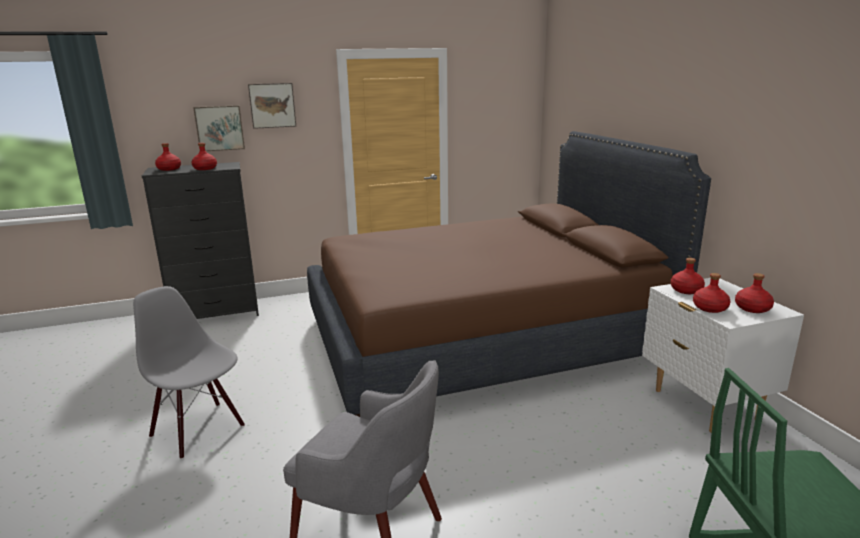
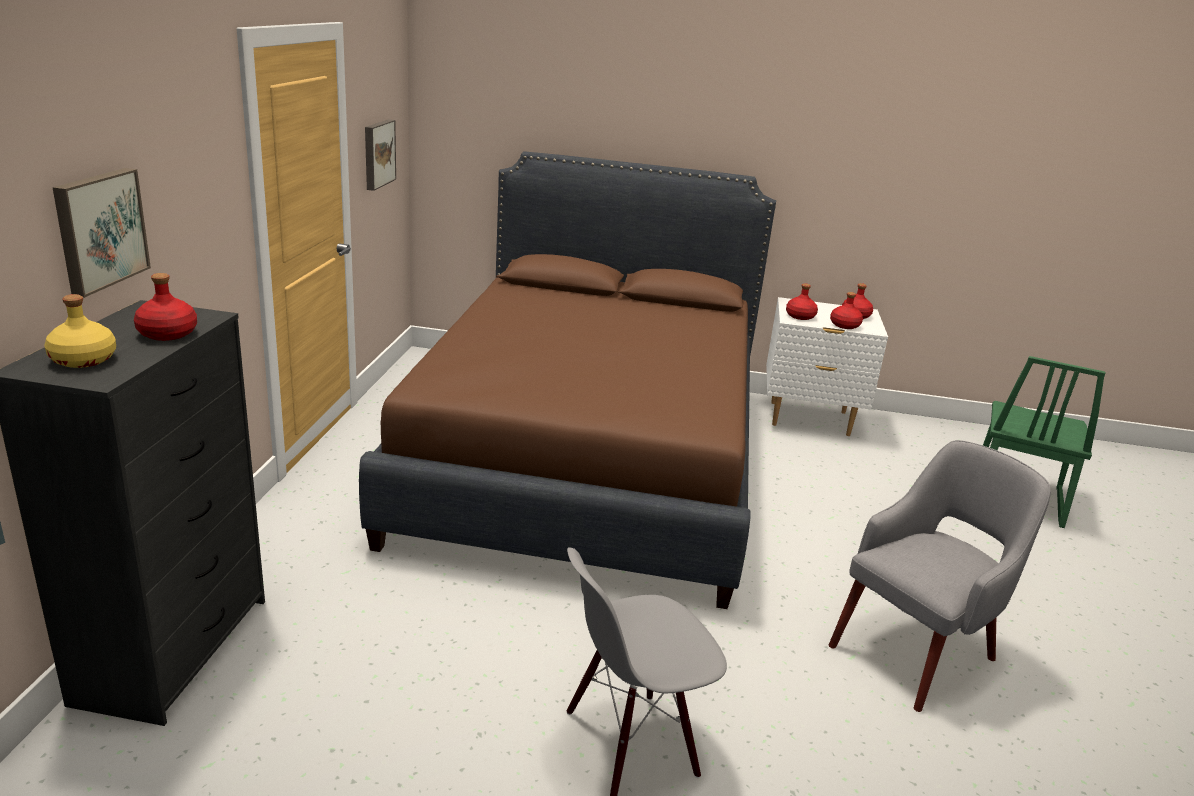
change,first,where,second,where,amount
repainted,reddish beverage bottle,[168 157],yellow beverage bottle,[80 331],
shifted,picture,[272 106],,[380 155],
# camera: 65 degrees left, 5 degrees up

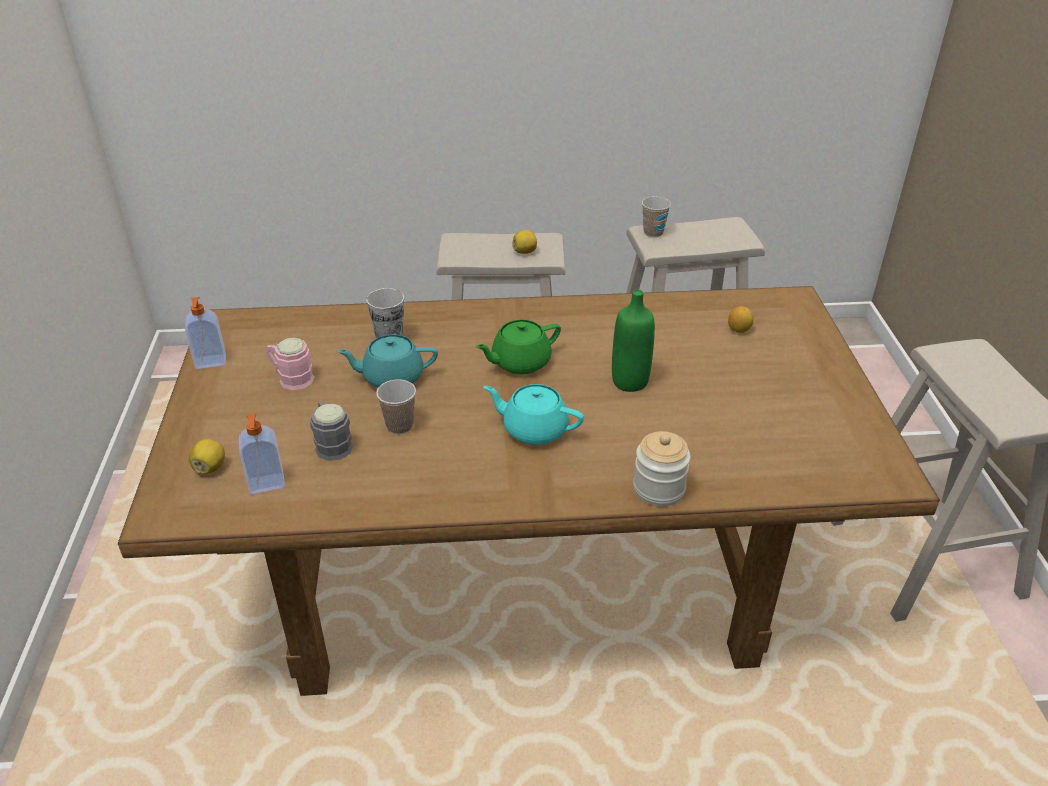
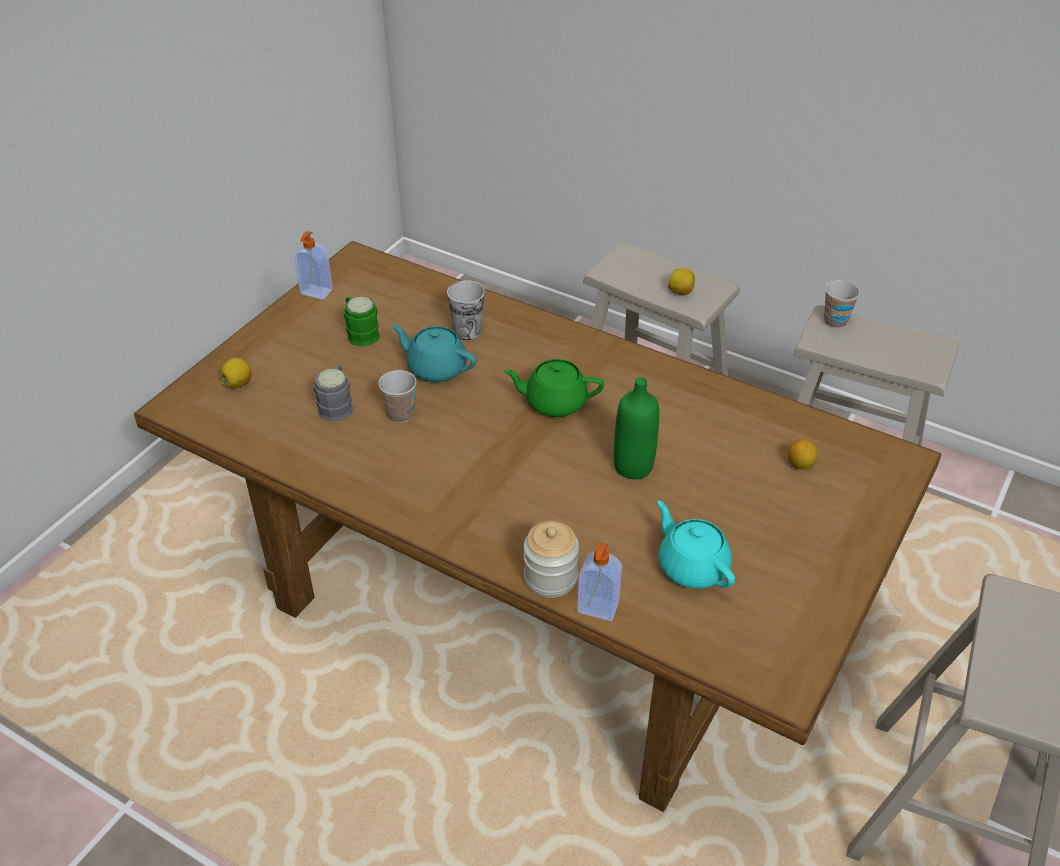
change,first,where,second,where,amount
repainted,pinkish mug,[289 363],green-coloured mug,[362 321],
shifted,soap dispenser,[262 453],,[599 581],
shifted,turquoise-coloured tea pot,[533 414],,[696 544],
# camera: 35 degrees right, 5 degrees up

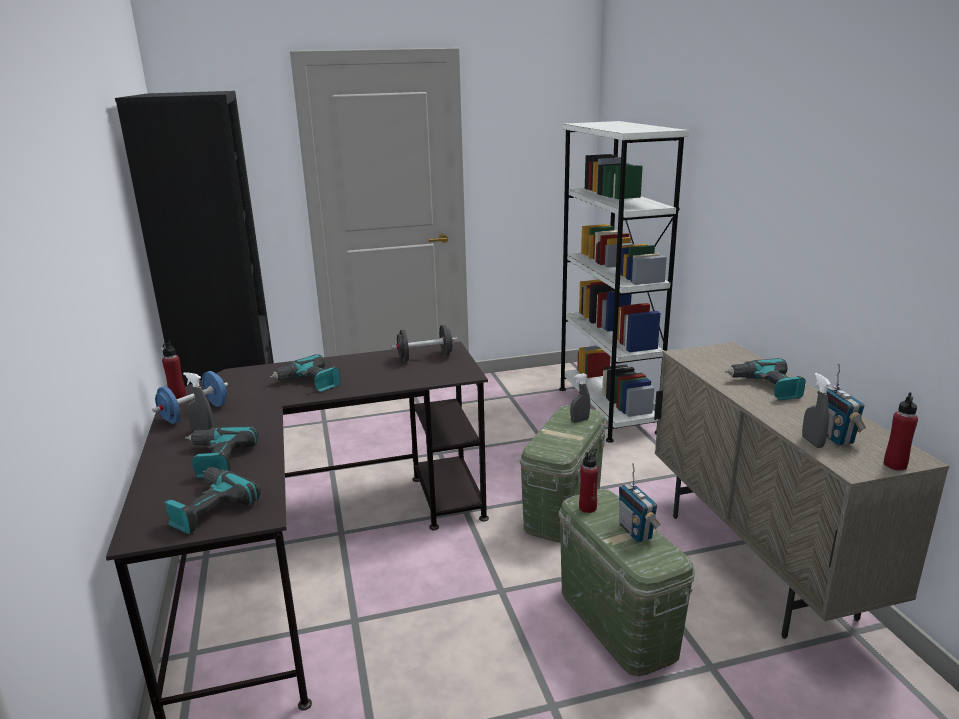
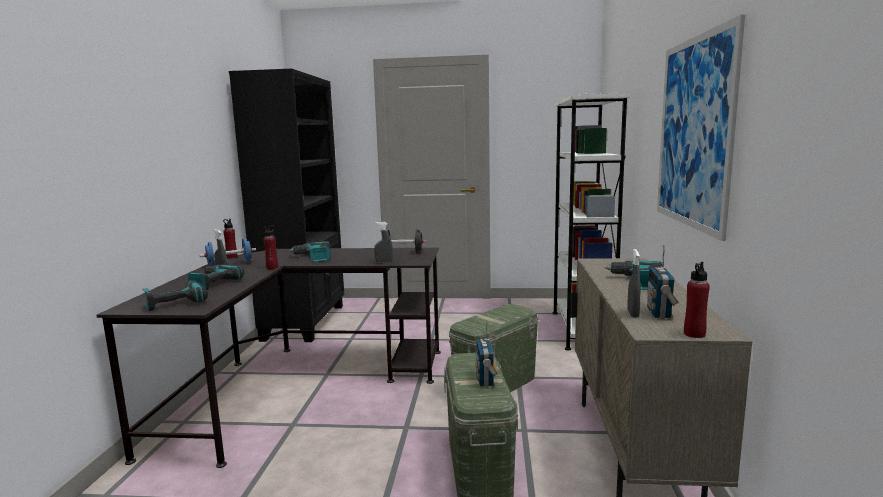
change,first,where,second,where,amount
shifted,reddish beverage bottle,[588 480],,[271 247],
shifted,greyish spray bottle,[580 398],,[383 242],
new,,,picture,[701 127],
# camera: 20 degrees right, 10 degrees down

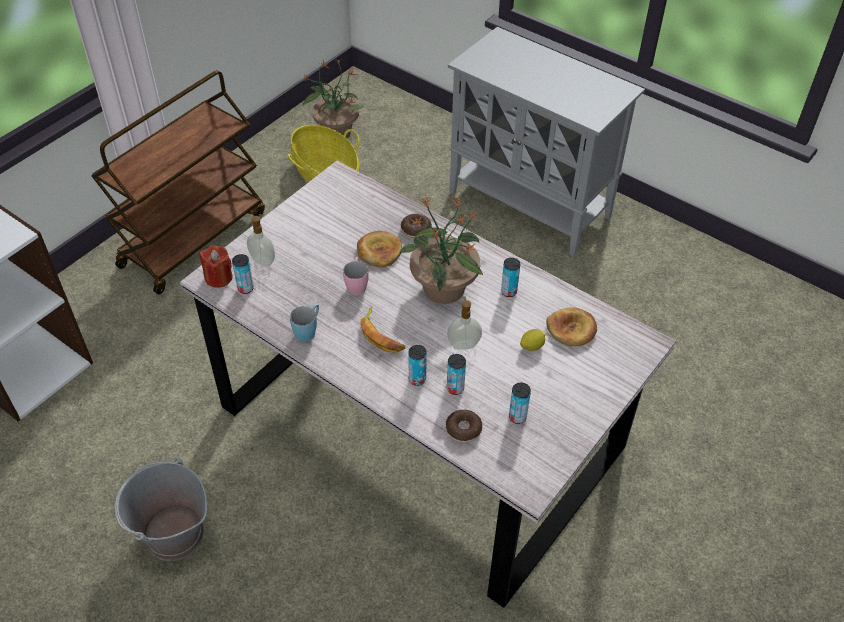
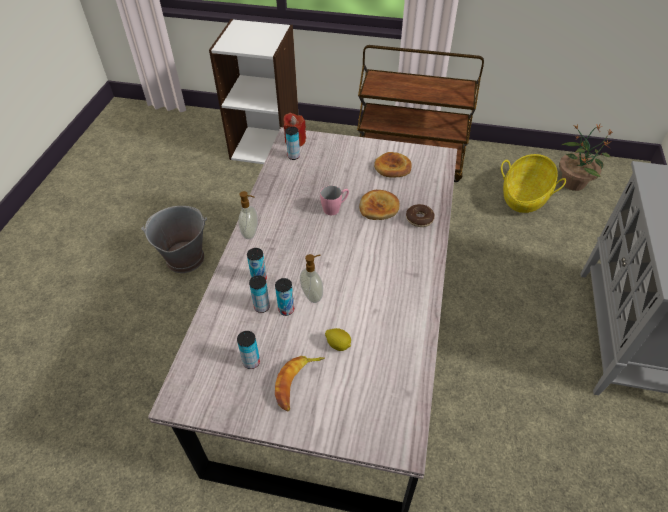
change,first,where,second,where,amount
shifted,soap dispenser,[261 240],,[248 215],
shifted,sealed can,[510 277],,[284 297],
shifted,whole banana,[382 330],,[300 384],
shifted,bakery bread,[571 326],,[393 165],
gone,bluish mug,[304 323],,,
gone,houseplant,[441 250],,,
gone,ring doughnut,[464 426],,,
# camera: 65 degrees right, 0 degrees up

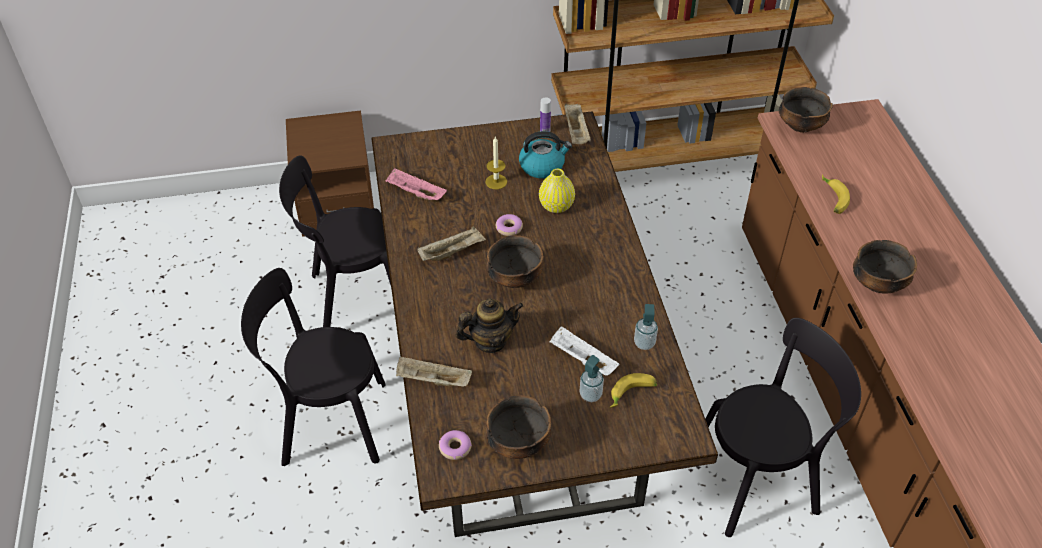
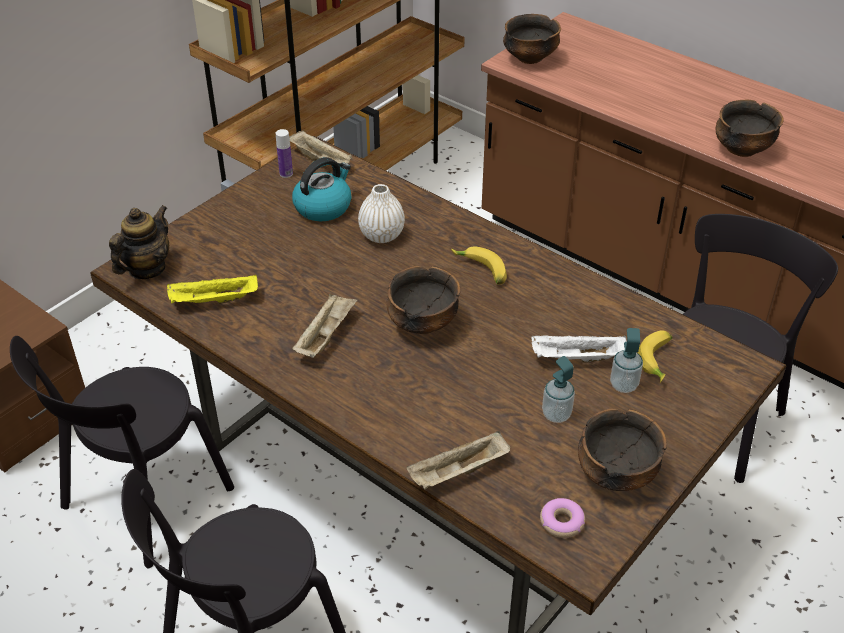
change,first,where,second,where,amount
shifted,tea pot,[489 325],,[139 242],
repainted,pinkish carrying tray,[416 184],yellow carrying tray,[212 289],
repainted,yellow vase,[557 191],white vase,[381 213],
shifted,whole banana,[836 194],,[479 265],
shifted,soap dispenser,[646 327],,[558 389],
gone,candle,[496 163],,,
gone,ring doughnut,[509 225],,,
# camera: 40 degrees left, 5 degrees down

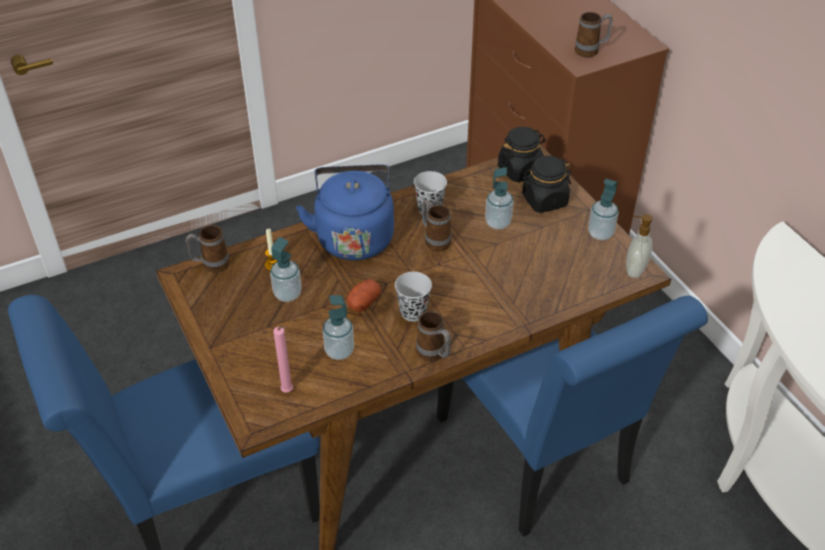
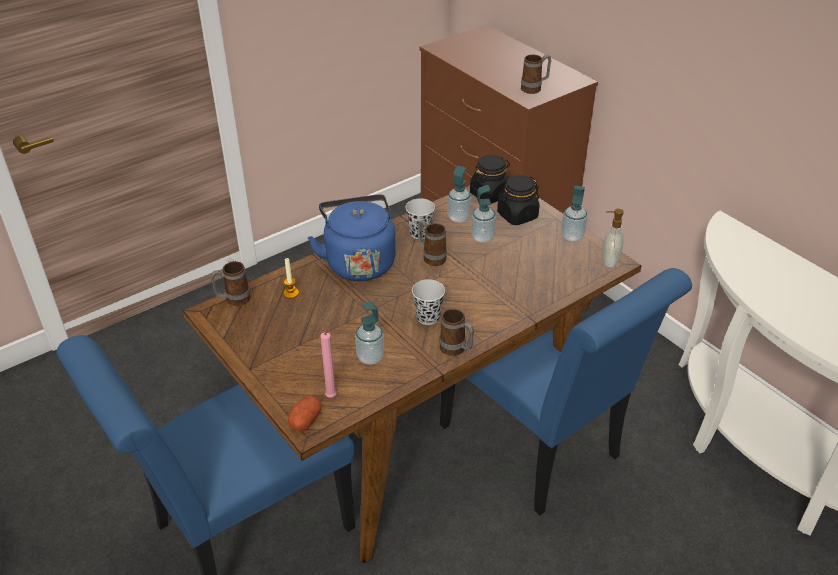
change,first,where,second,where,amount
shifted,potato,[364 295],,[305 413],
shifted,soap dispenser,[286 269],,[459 194],
# camera: 10 degrees left, 5 degrees down

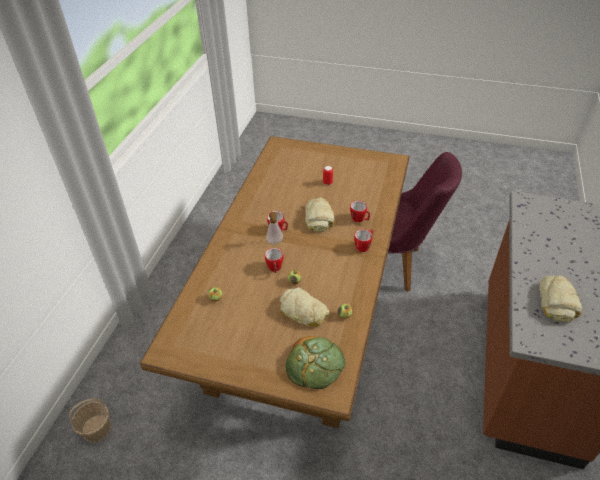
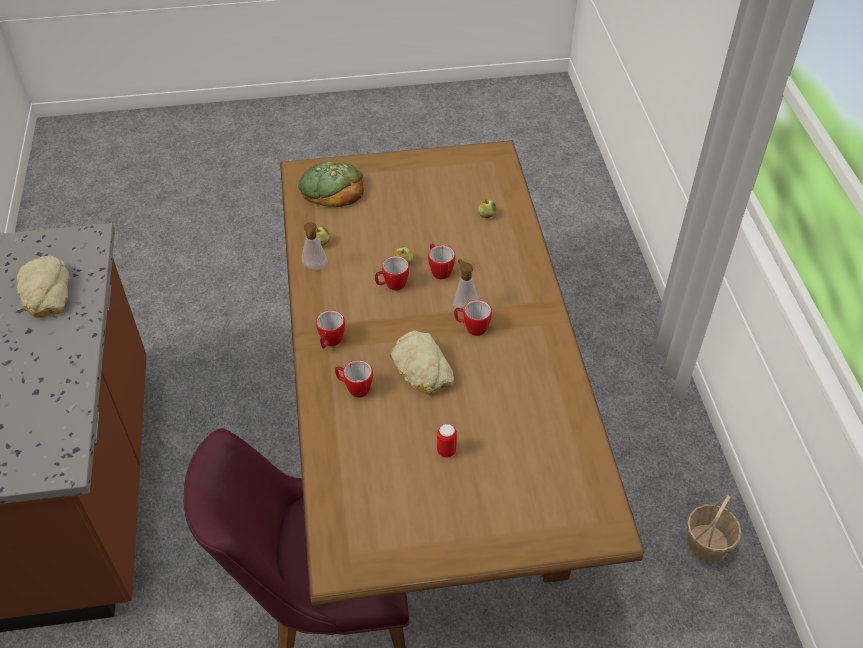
change,first,where,second,where,amount
new,,,soap dispenser,[314 246],
new,,,mug,[392 273],
shifted,storage basket,[90 420],,[713 529],
gone,bakery bread,[304 306],,,
# camera: 155 degrees right, 5 degrees up

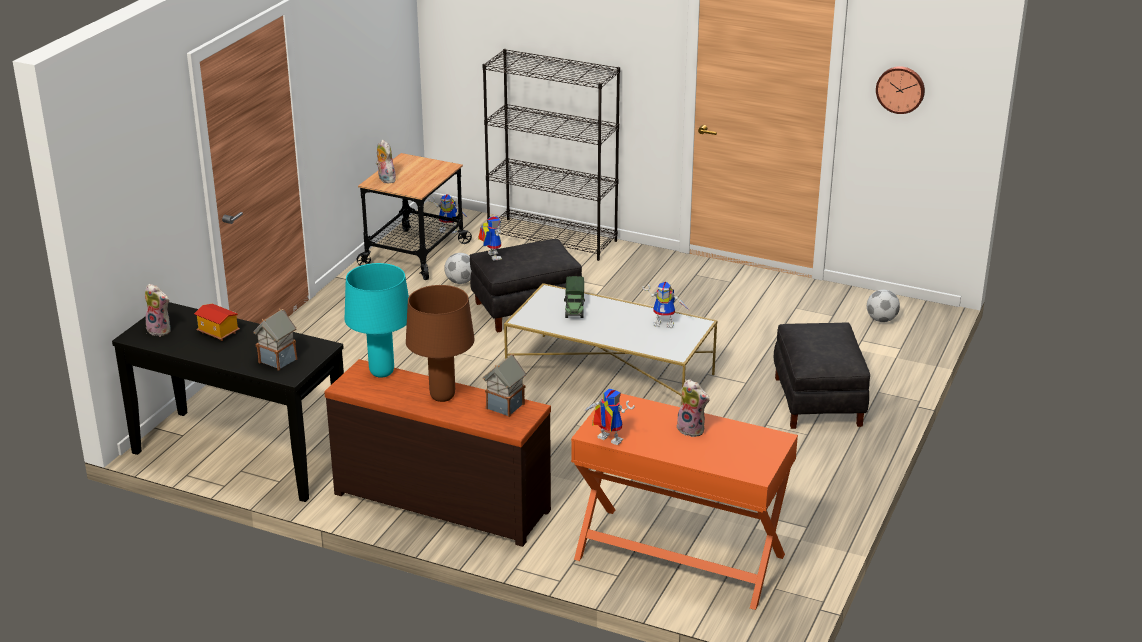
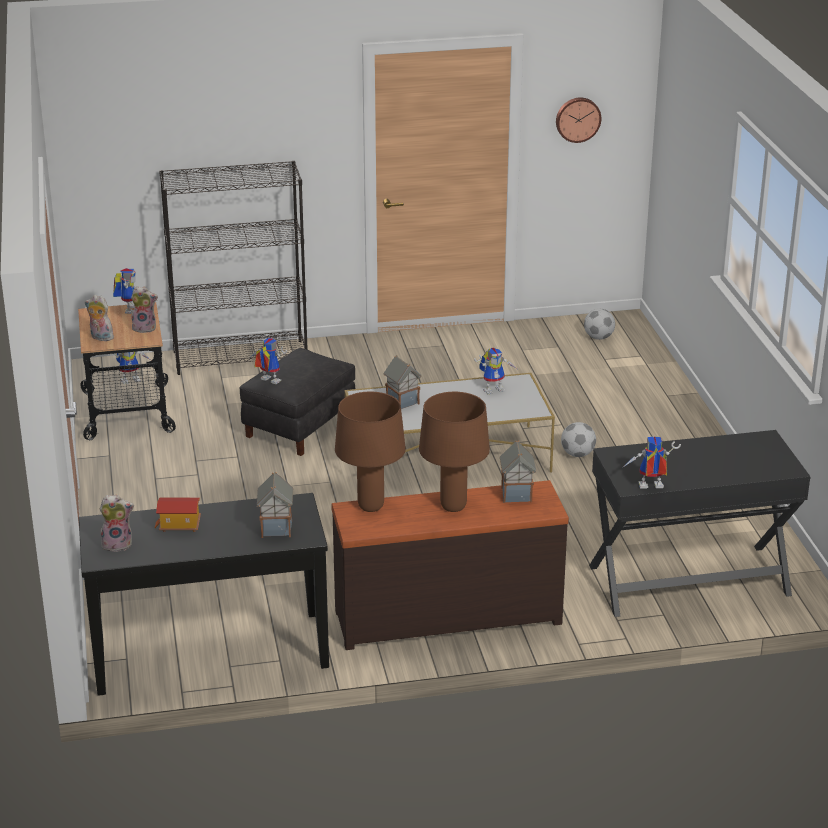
change,first,where,second,where,amount
new,,,model robot,[124 291],
shifted,soft toy,[692 408],,[144 309],
repainted,turquoise-coloured lamp for a table,[377 320],brownish lamp for a table,[370 452],
swapped,model truck,[574 297],model house,[402 382],
shifted,ball for football,[458 268],,[578 439],
repainted,orange desk,[684 502],black desk,[700 523],
gone,black pouffe,[822 376],,,
# camera: 35 degrees left, 0 degrees up

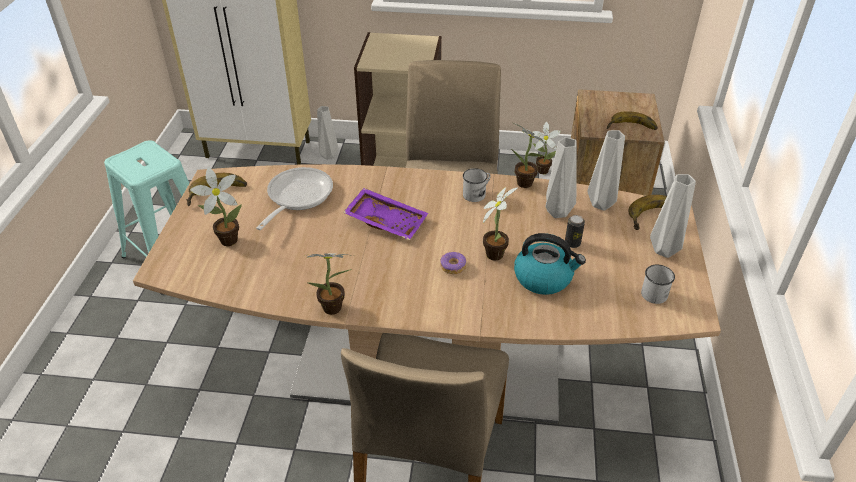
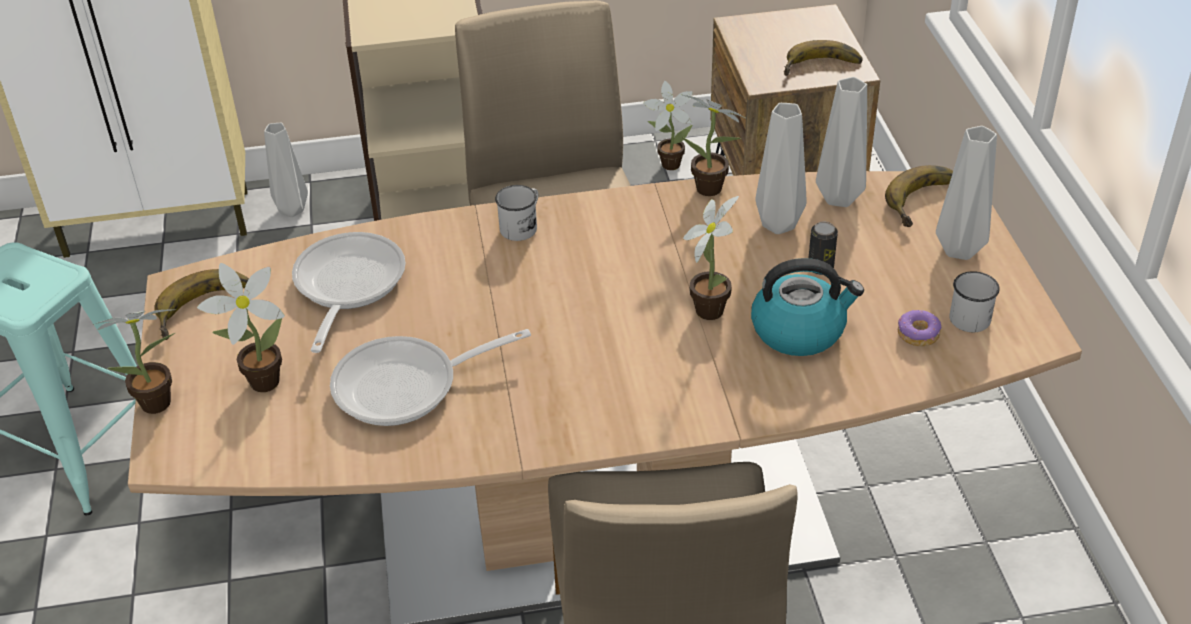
change,first,where,second,where,amount
shifted,houseplant,[328 284],,[134 362],
new,,,frying pan,[430 377],
shifted,white mug,[477 185],,[516 213],
shifted,ring doughnut,[453 263],,[919 328],
gone,purple-coloured carrying tray,[385 214],,,
# camera: 15 degrees left, 0 degrees up

